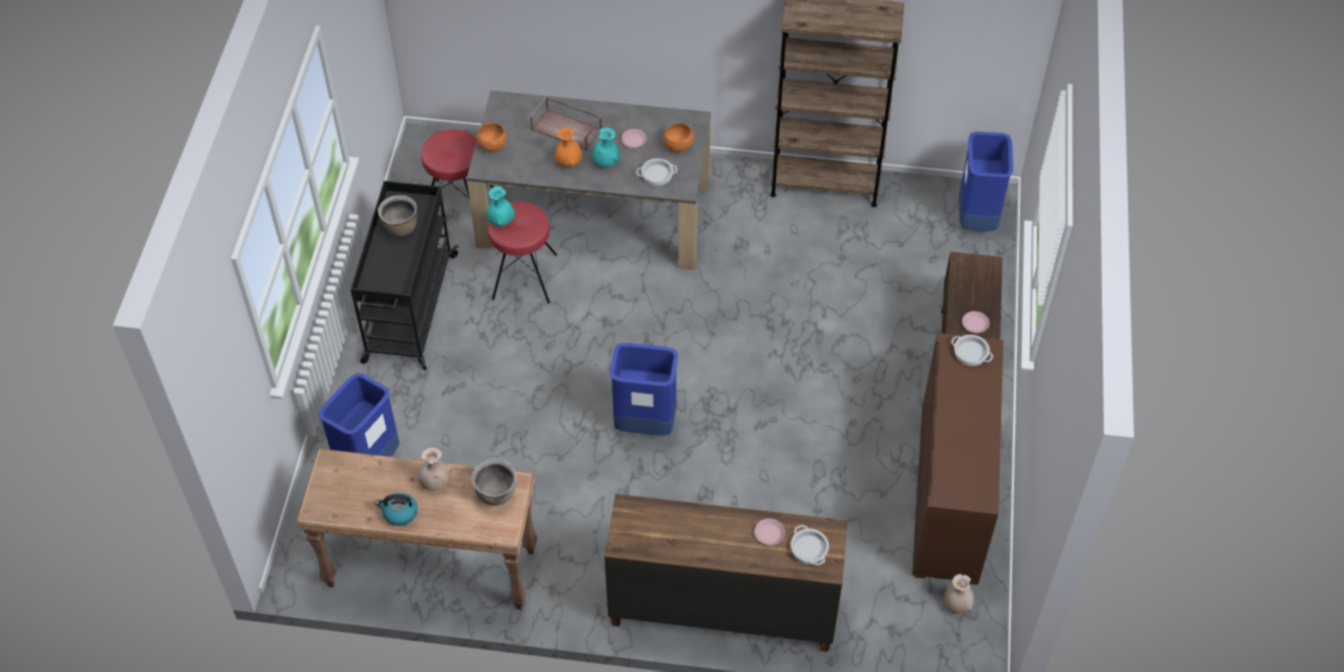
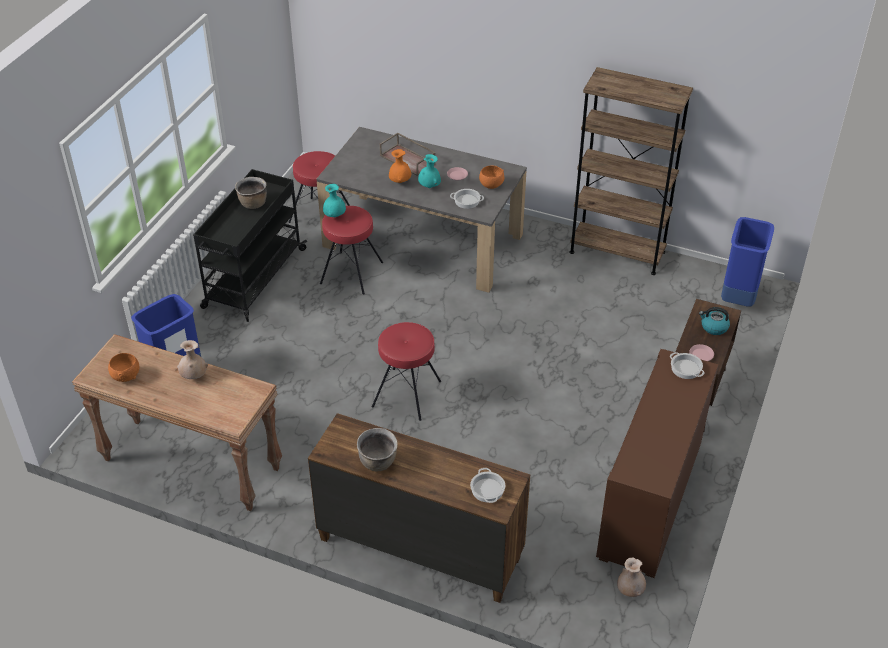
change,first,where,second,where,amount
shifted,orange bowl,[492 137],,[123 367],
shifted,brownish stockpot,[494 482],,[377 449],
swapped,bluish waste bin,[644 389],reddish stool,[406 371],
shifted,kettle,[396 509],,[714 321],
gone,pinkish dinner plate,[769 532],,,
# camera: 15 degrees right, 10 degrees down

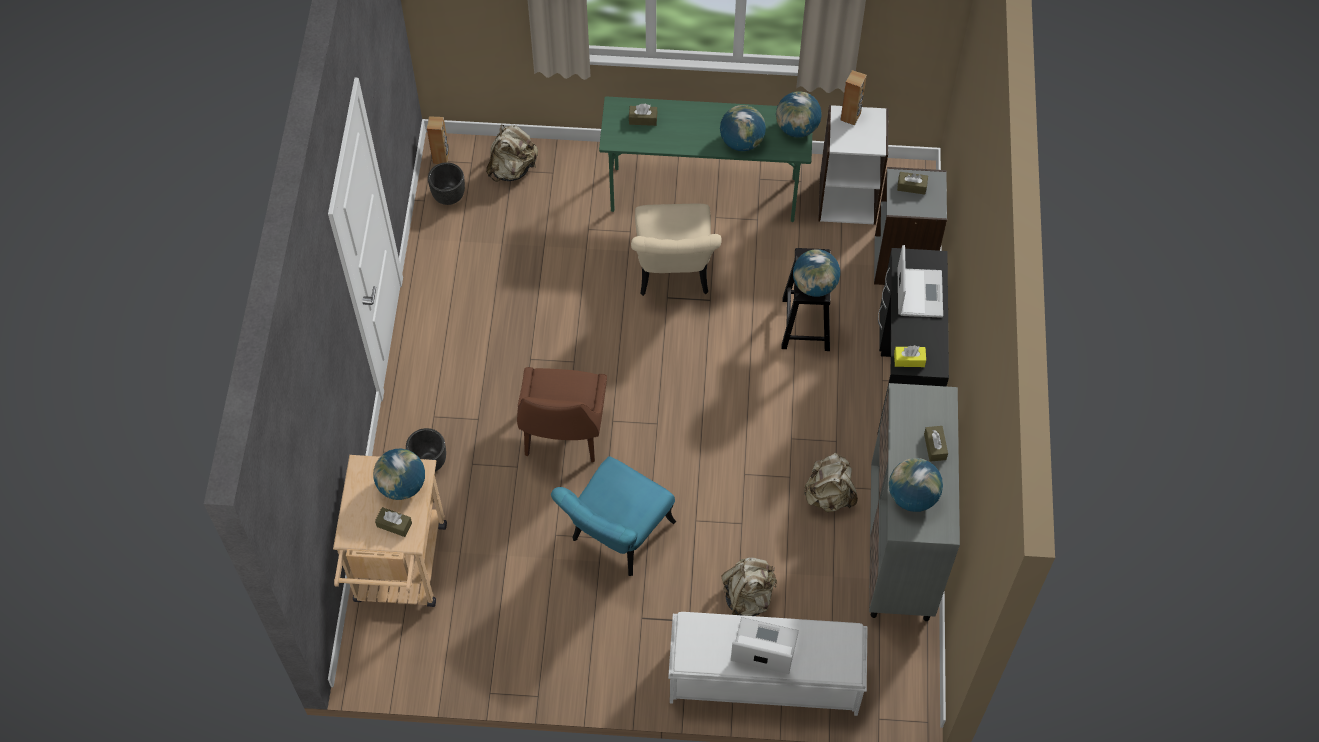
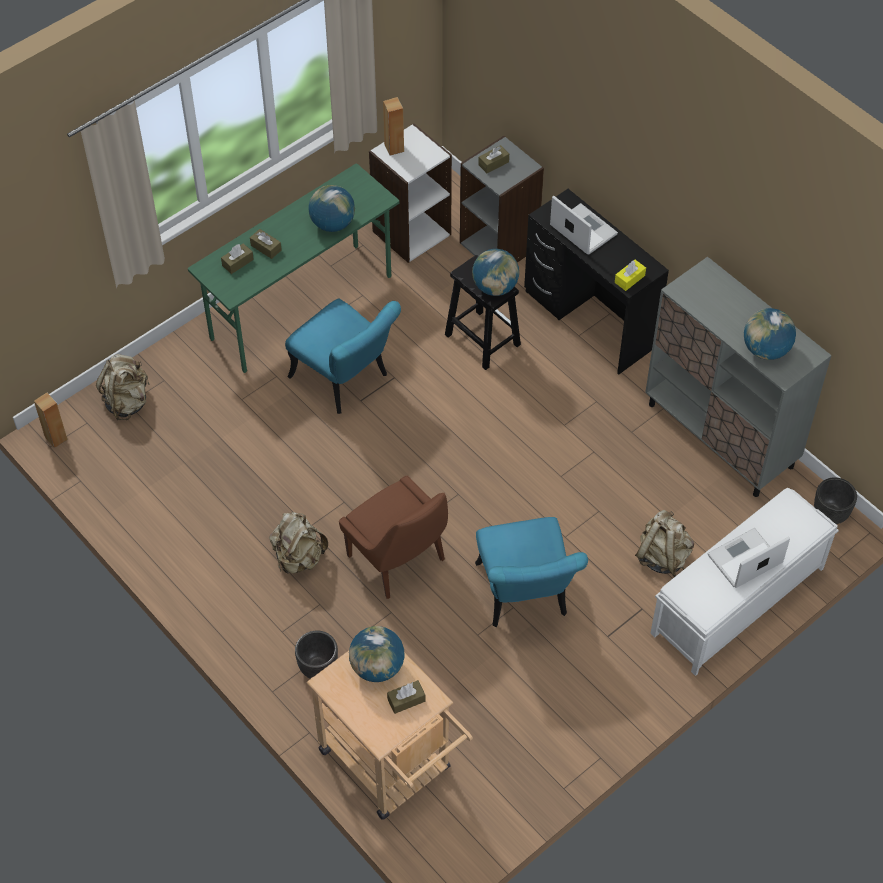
change,first,where,second,where,amount
shifted,brownish tissue holder,[936 444],,[266 244],
shifted,sand-coloured knapsack,[831 482],,[298 543],
repainted,sand-coloured chair,[676 250],turquoise-coloured chair,[343 356],
shifted,black planter,[446 183],,[835 500],
gone,globe,[799 114],,,
# camera: 45 degrees left, 5 degrees down

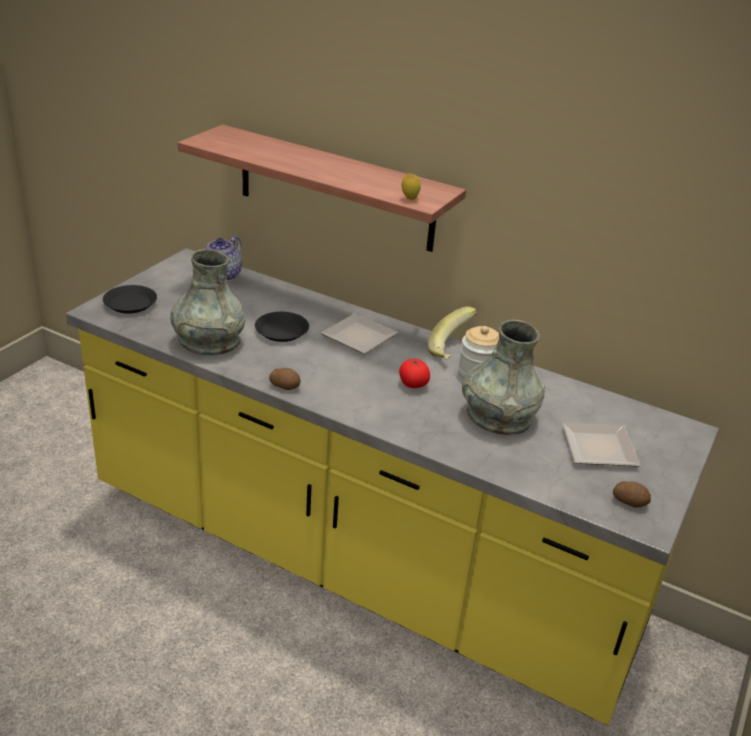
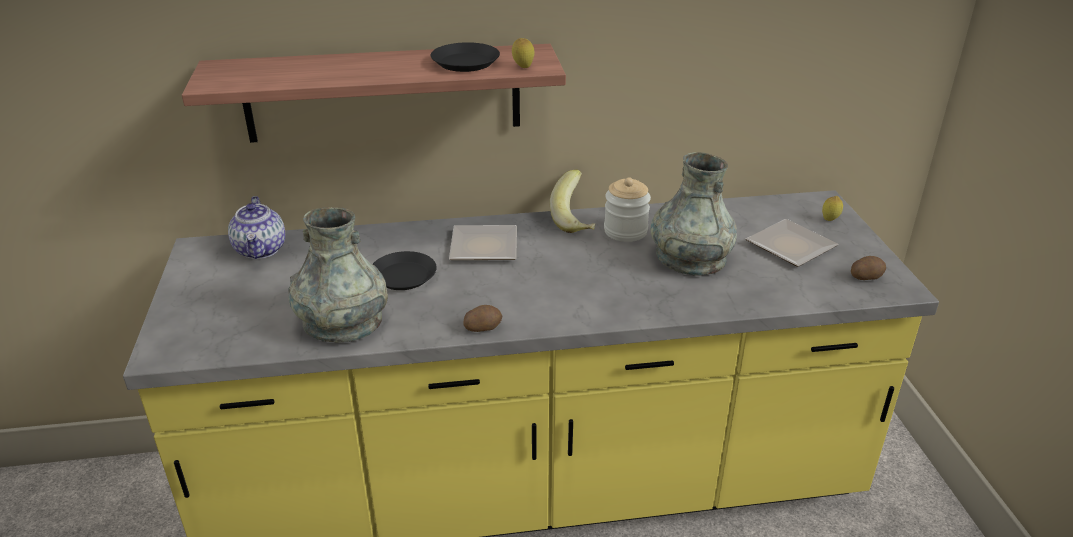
change,first,where,second,where,amount
shifted,black dinner plate,[130 299],,[465 57],
new,,,citrus fruit,[832 208],
gone,fresh tomato,[414 373],,,
# camera: 35 degrees left, 0 degrees up

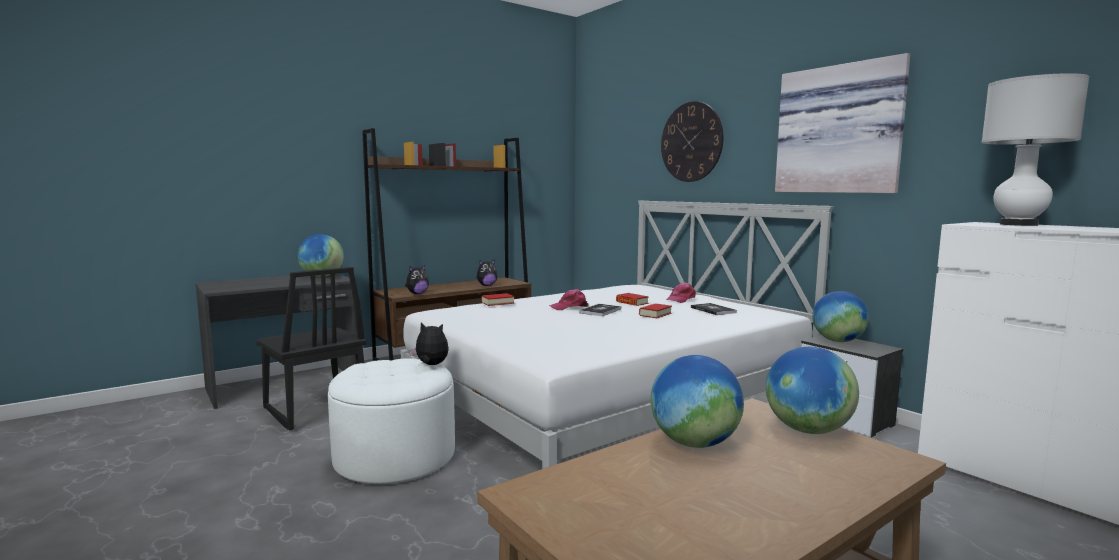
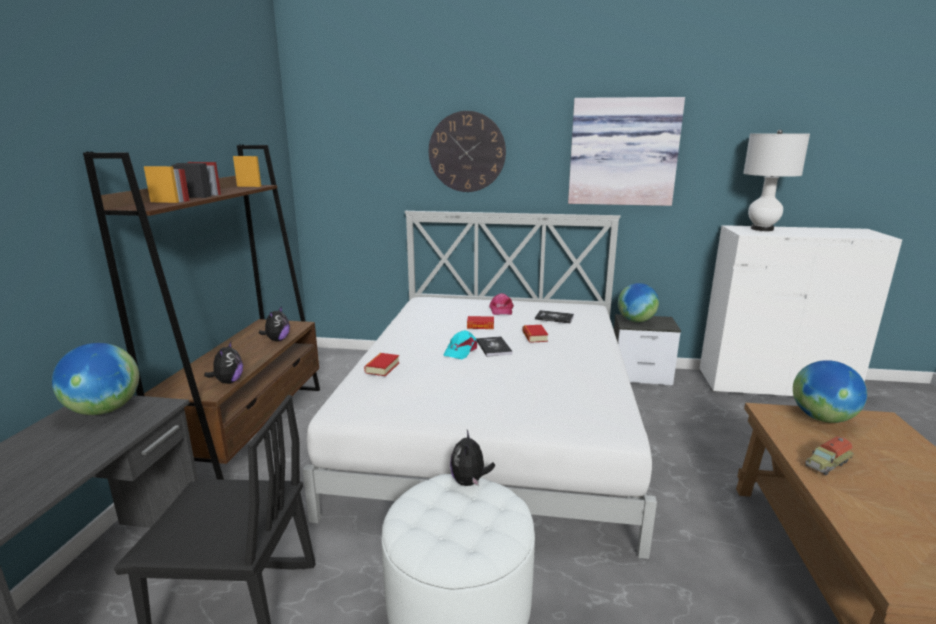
change,first,where,second,where,amount
repainted,pinkish cap,[569 299],turquoise-coloured cap,[460 344],
rotated,soft toy,[429 343],,[472 458],60 degrees counterclockwise
swapped,globe,[697 401],model truck,[829 456],
# camera: 45 degrees left, 10 degrees up

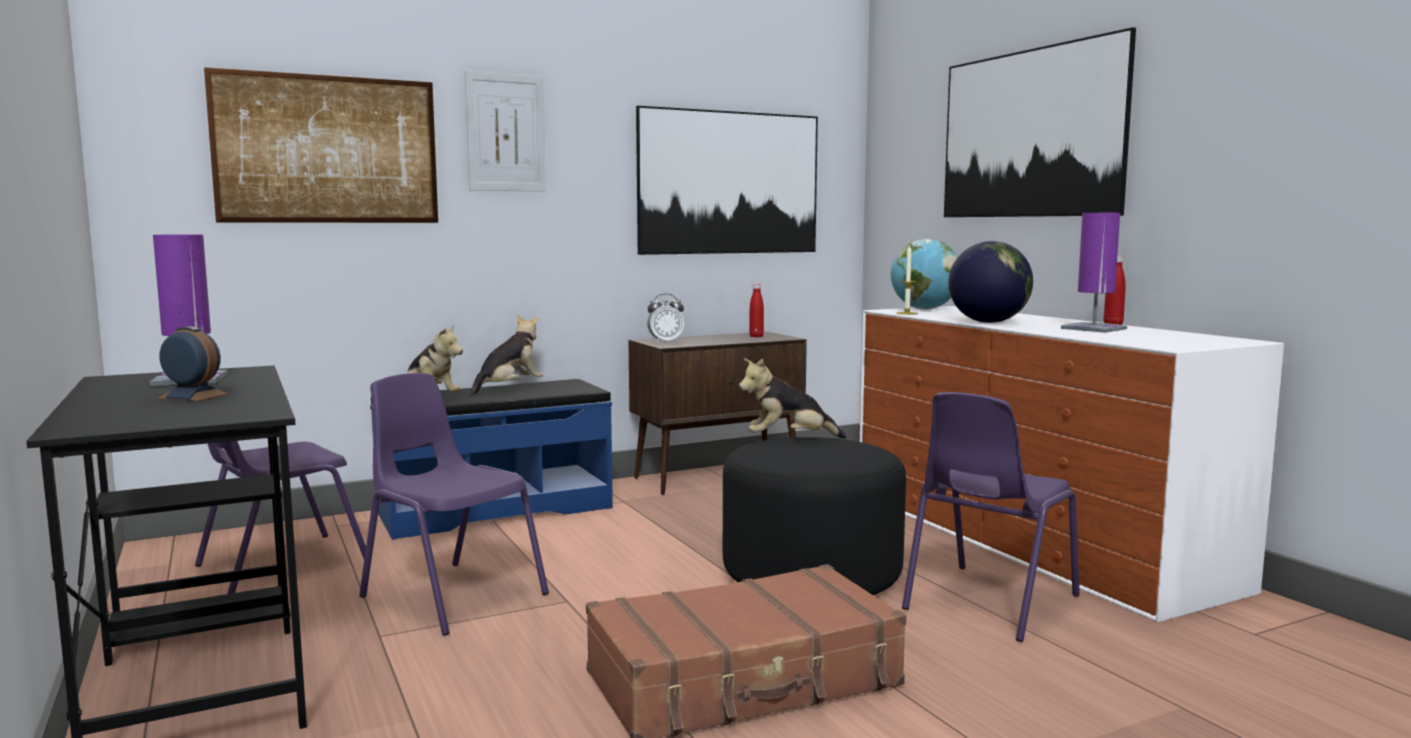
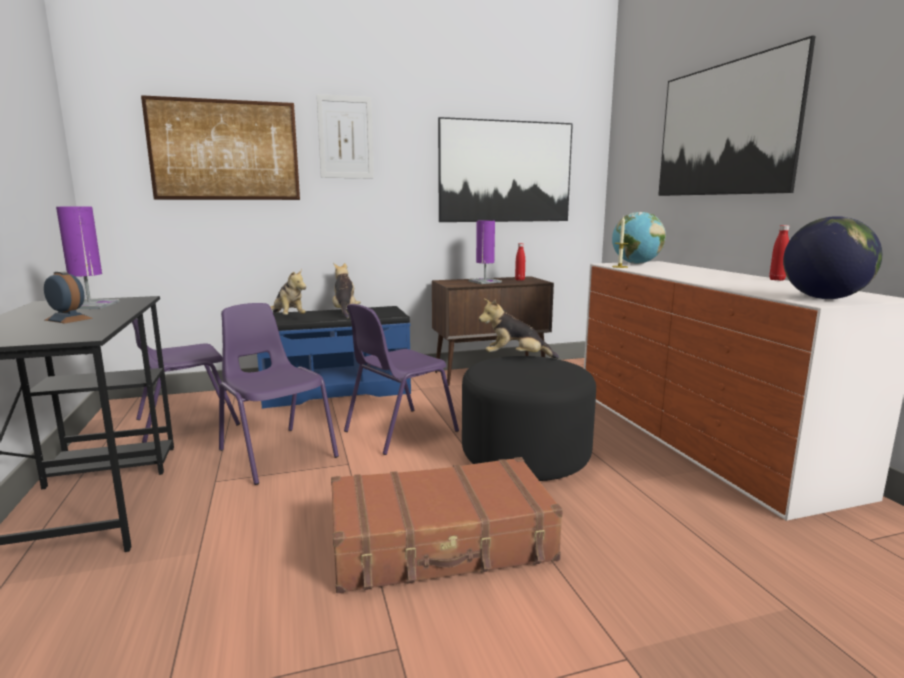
change,first,where,second,where,amount
rotated,soft toy,[506 355],,[346 290],60 degrees counterclockwise
shifted,purple-coloured chair,[991 517],,[401 379],
shifted,purple-coloured lamp for a table,[1094 273],,[485 252],
shifted,globe,[990 282],,[832 257],
gone,bedside clock,[665 318],,,
# camera: 10 degrees right, 5 degrees up

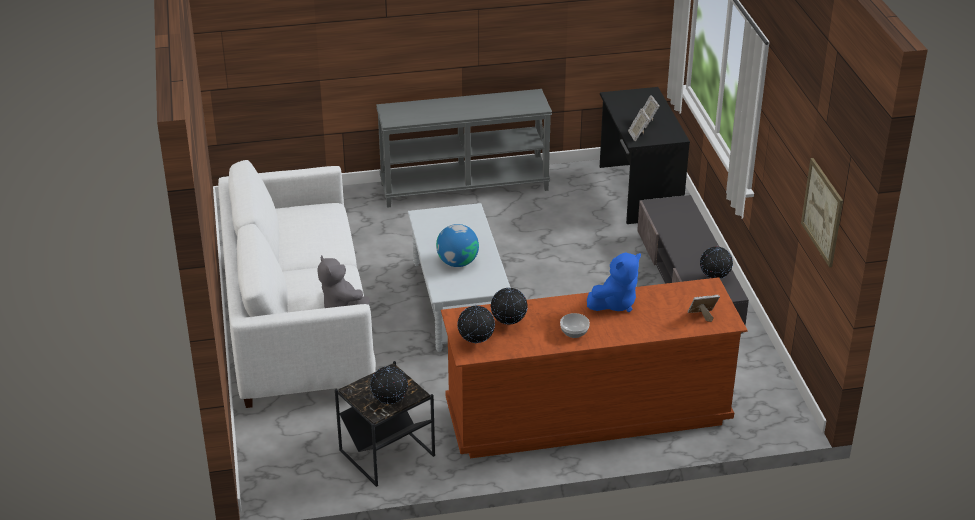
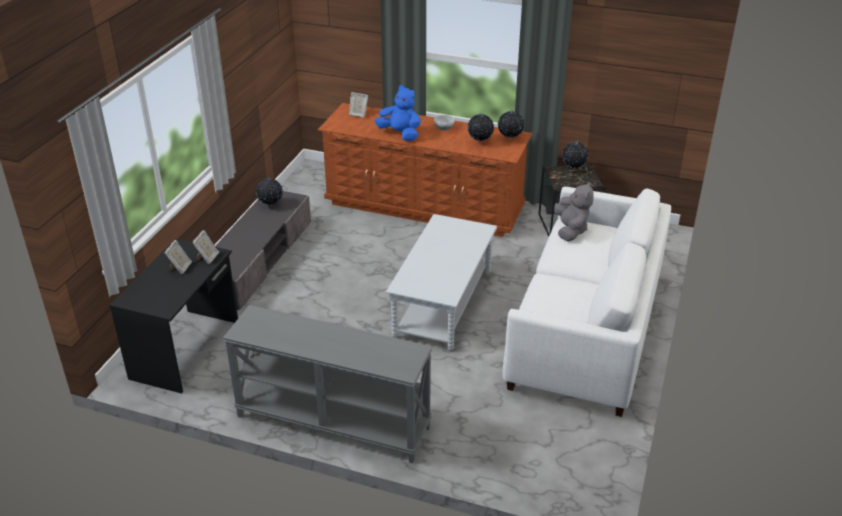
change,first,where,second,where,amount
rotated,bluish soft toy,[614 282],,[398 113],45 degrees clockwise
gone,globe,[457 245],,,
gone,picture,[822 212],,,
# camera: 150 degrees left, 0 degrees up

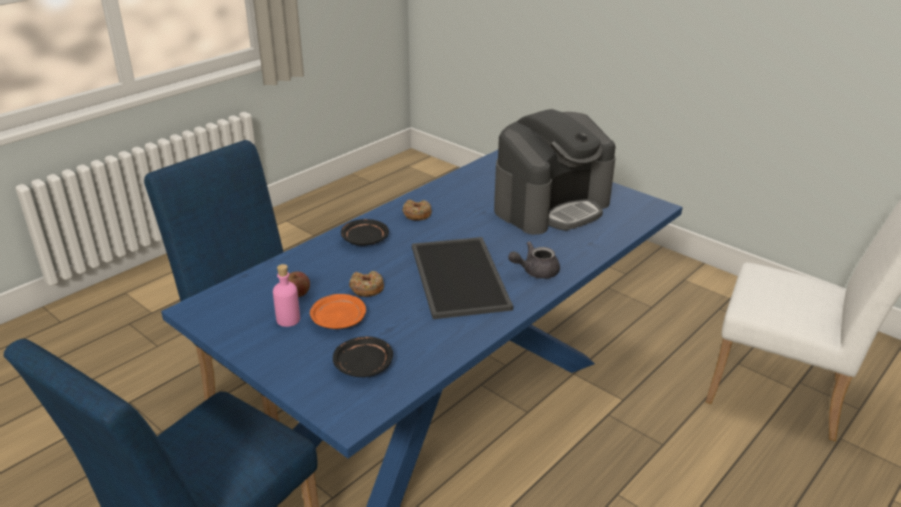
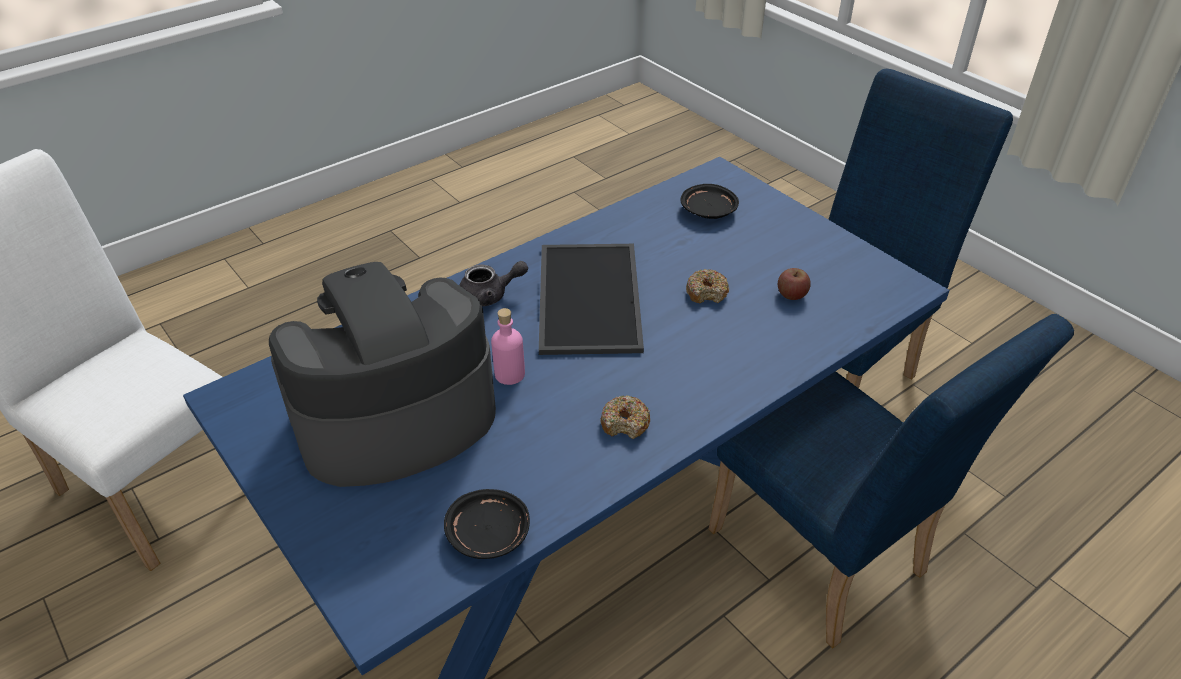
change,first,where,second,where,amount
shifted,black dinner plate,[365 232],,[487 524],
shifted,pinkish beverage bottle,[286 295],,[508 346],
gone,orange dinner plate,[338 311],,,
# camera: 170 degrees left, 10 degrees up

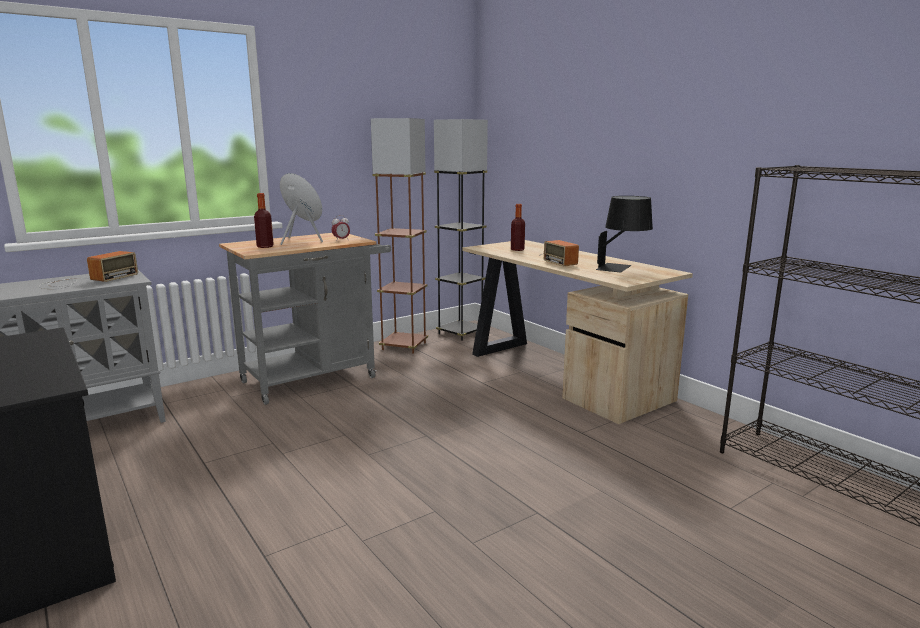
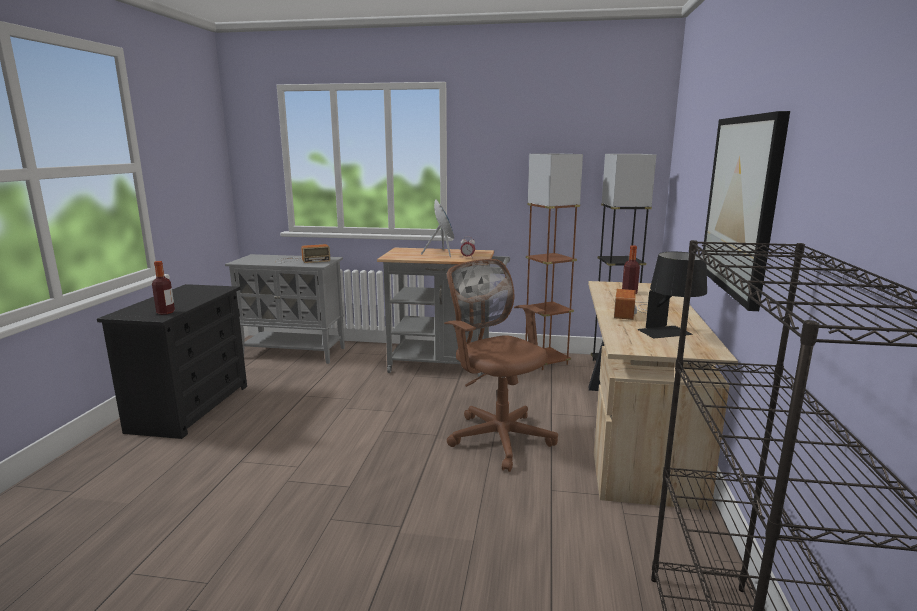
change,first,where,second,where,amount
shifted,beverage bottle,[264 220],,[163 288],
new,,,brownish computer chair,[501 365],
new,,,picture,[746 211],
# camera: 45 degrees right, 0 degrees up

